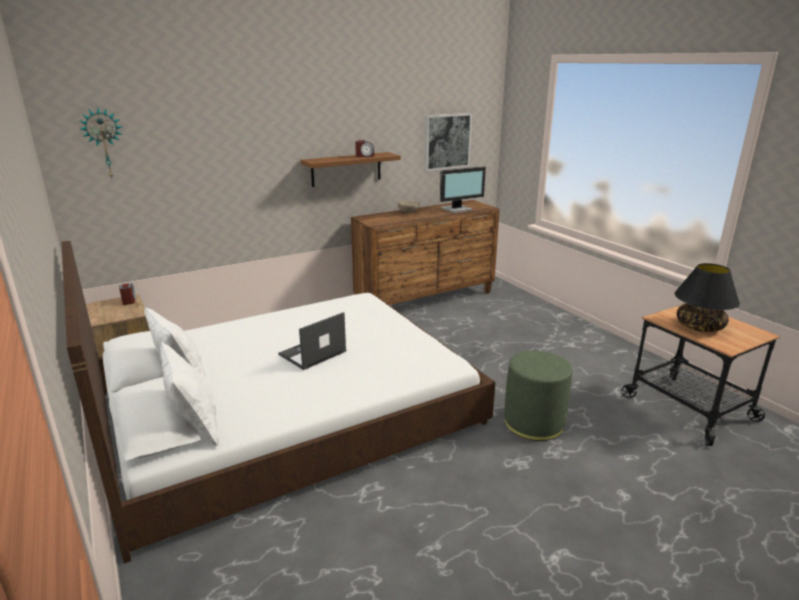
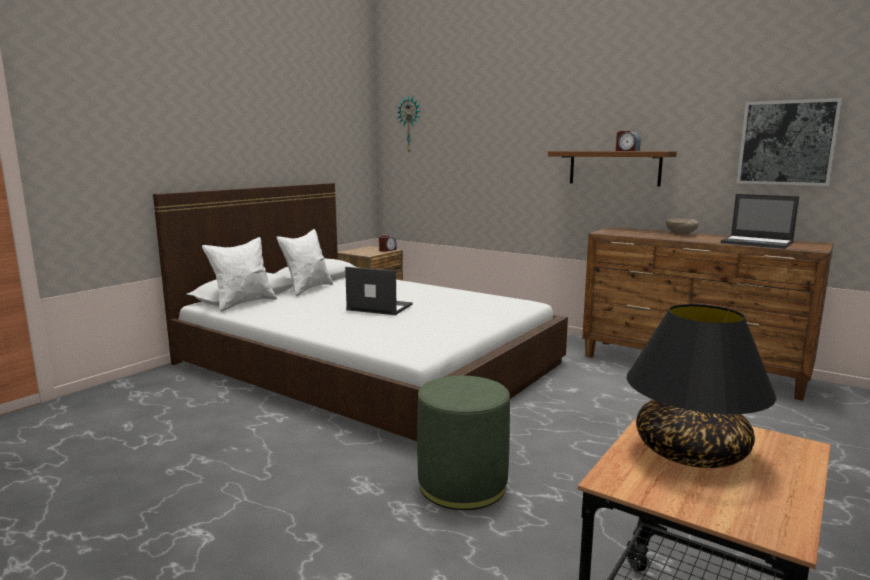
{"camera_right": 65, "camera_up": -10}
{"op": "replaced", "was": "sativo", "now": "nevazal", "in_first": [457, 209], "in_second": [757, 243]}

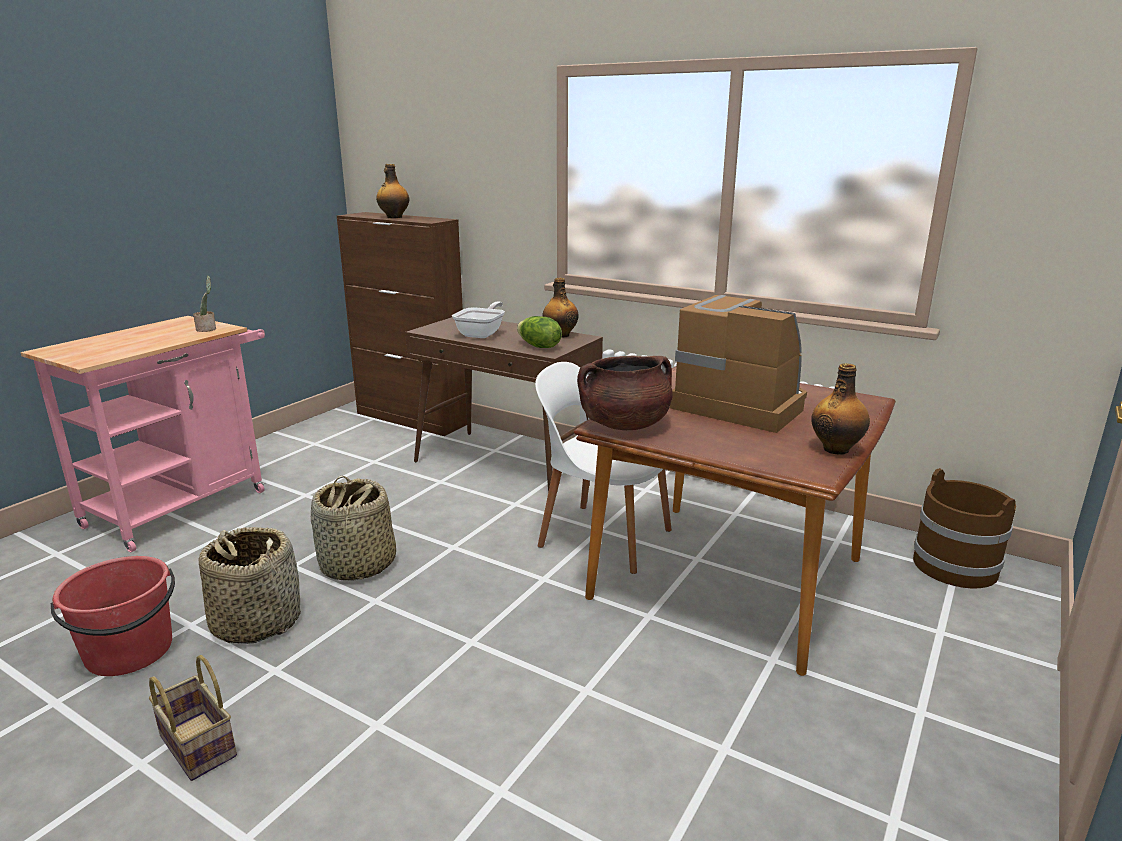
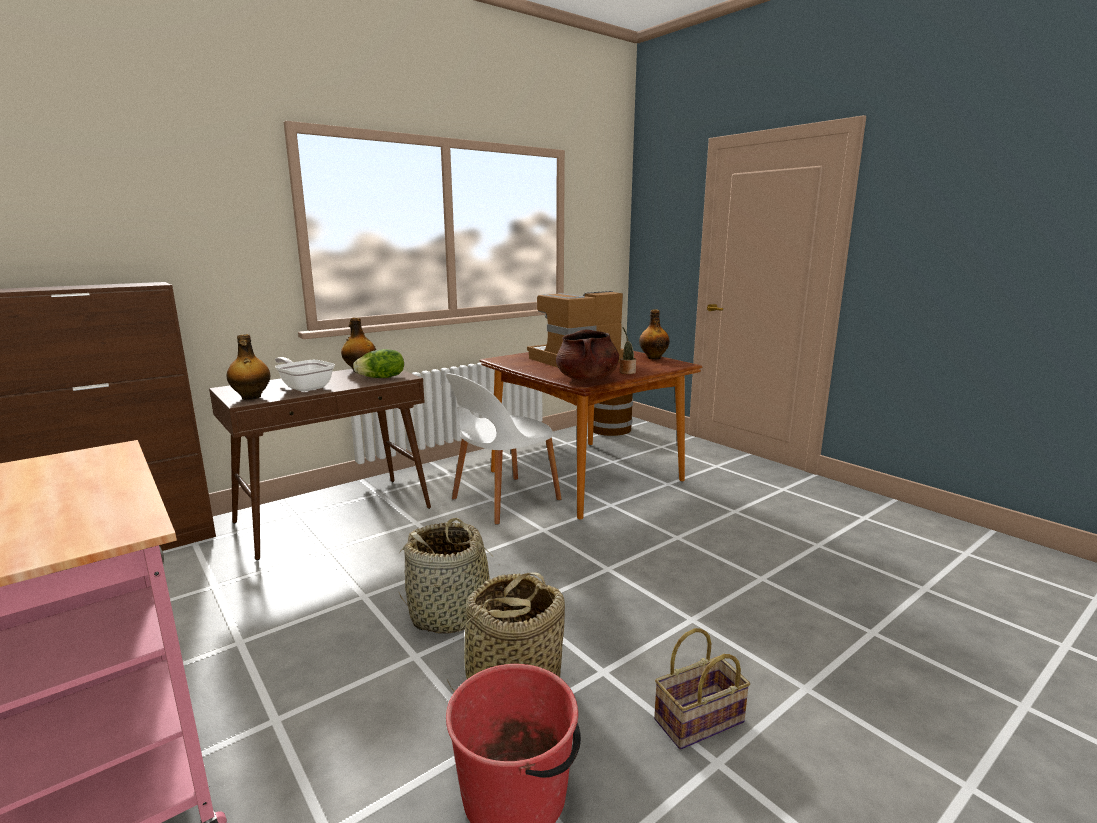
{"camera_right": -70, "camera_up": -5}
{"op": "moved", "was": "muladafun", "in_first": [207, 329], "in_second": [626, 372]}
{"op": "moved", "was": "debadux", "in_first": [394, 217], "in_second": [251, 397]}

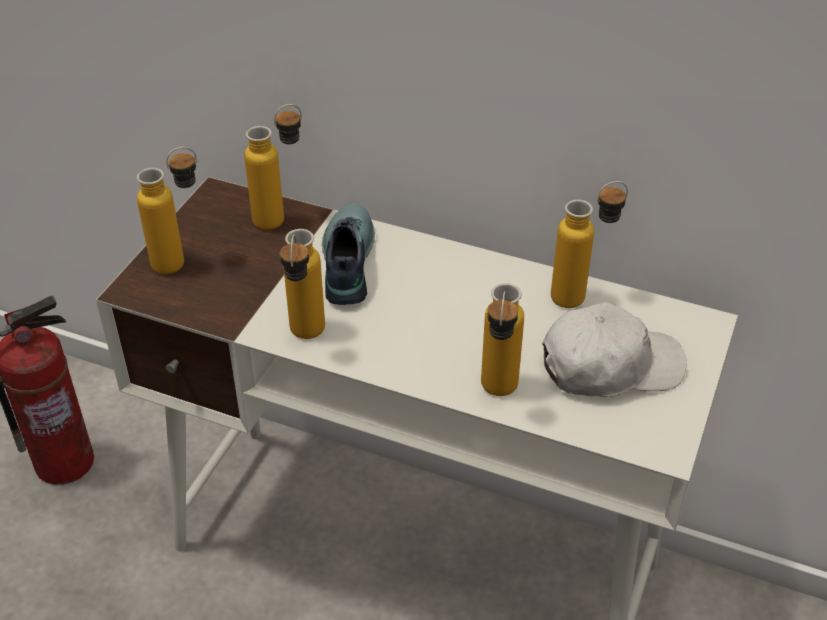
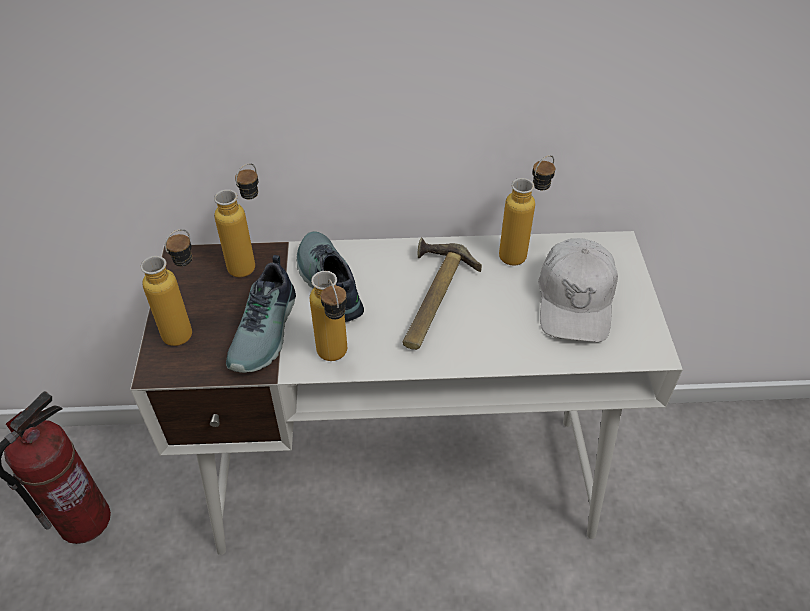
{"camera_right": -25, "camera_up": 5}
{"op": "removed", "was": "debadux", "in_first": [497, 396]}
{"op": "turned", "was": "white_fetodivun", "in_first": [610, 366], "in_second": [575, 300], "clockwise": 135}
{"op": "added", "now": "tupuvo", "in_second": [267, 330]}
{"op": "added", "now": "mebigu", "in_second": [429, 298]}

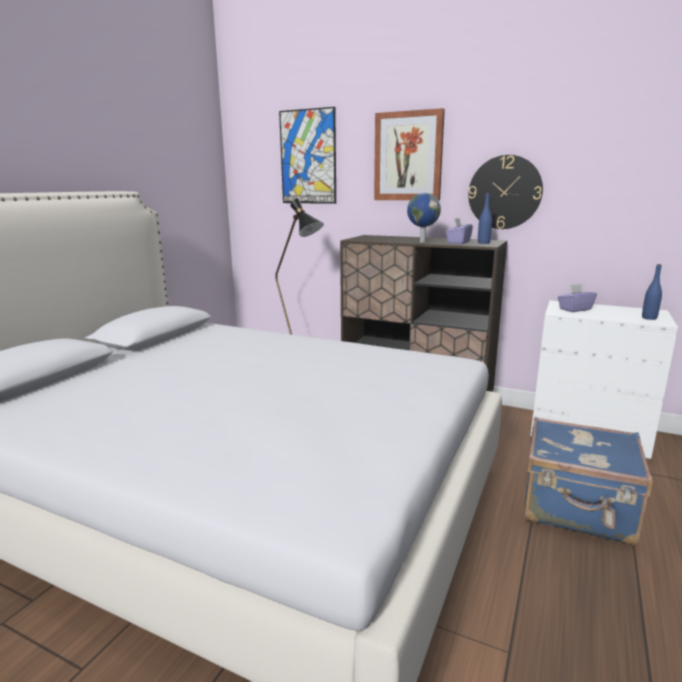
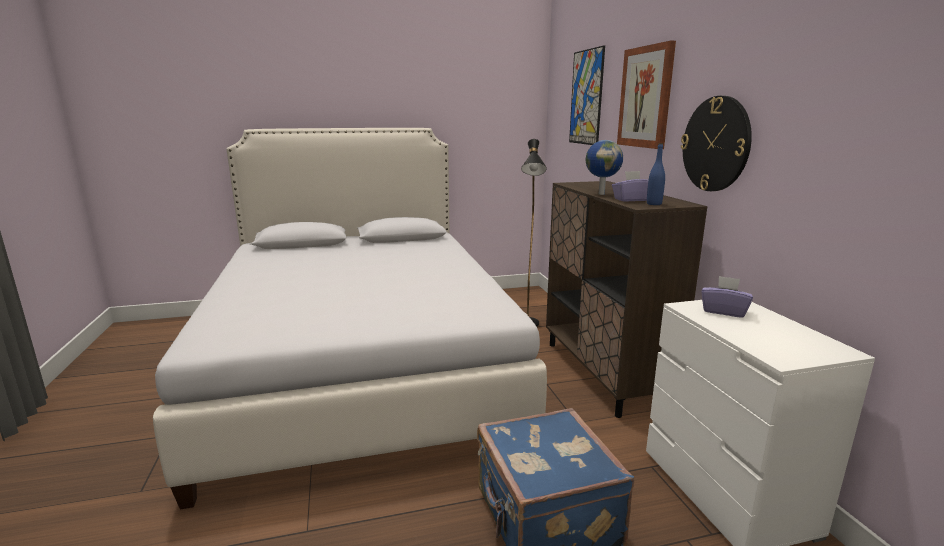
{"camera_right": 50, "camera_up": 0}
{"op": "removed", "was": "blue_debadux", "in_first": [649, 318]}

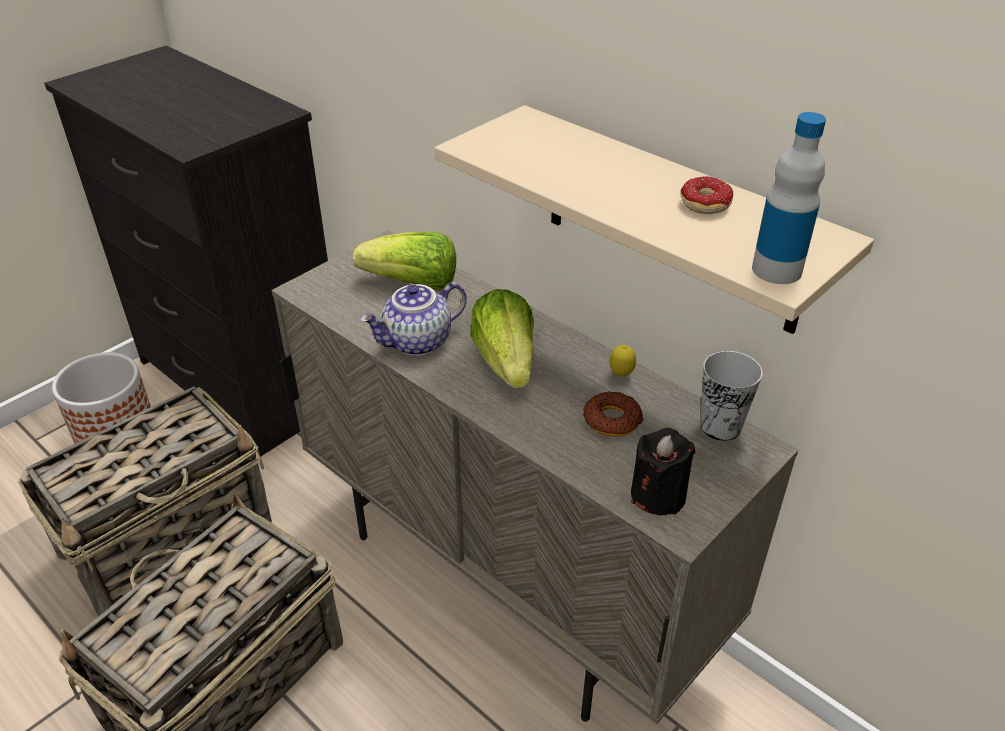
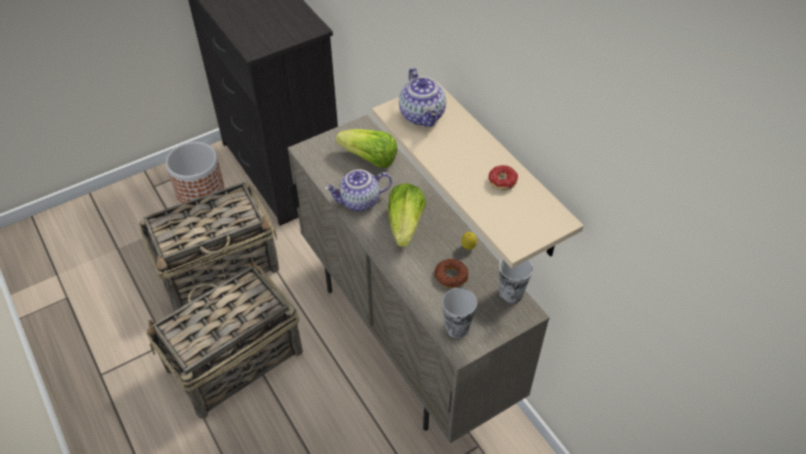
{"camera_right": 15, "camera_up": 10}
{"op": "replaced", "was": "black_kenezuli", "now": "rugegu", "in_first": [658, 495], "in_second": [457, 327]}
{"op": "removed", "was": "debadux", "in_first": [776, 270]}
{"op": "added", "now": "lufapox", "in_second": [423, 116]}

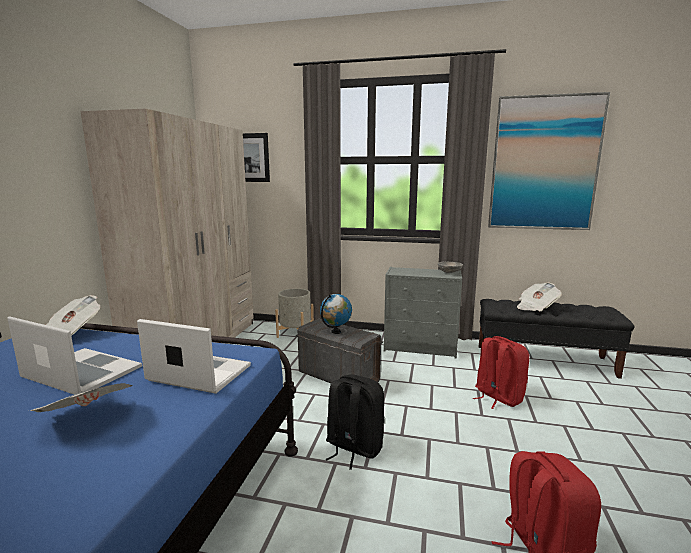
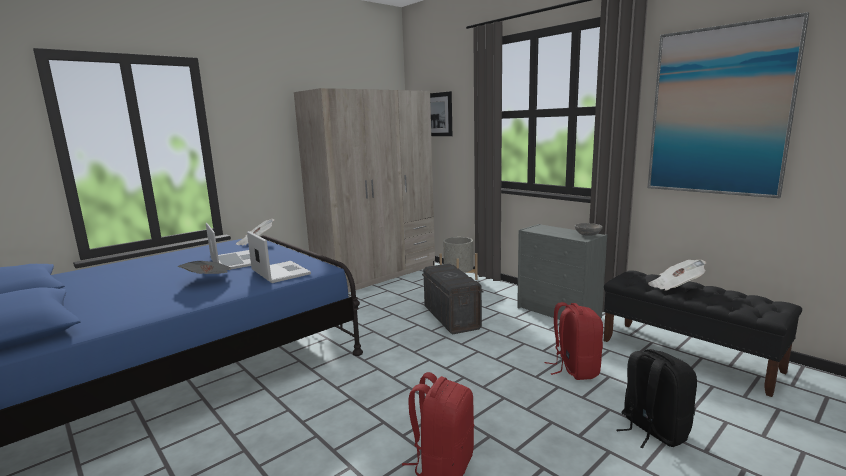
{"camera_right": 35, "camera_up": 0}
{"op": "removed", "was": "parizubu", "in_first": [336, 332]}
{"op": "moved", "was": "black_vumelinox", "in_first": [353, 447], "in_second": [652, 430]}

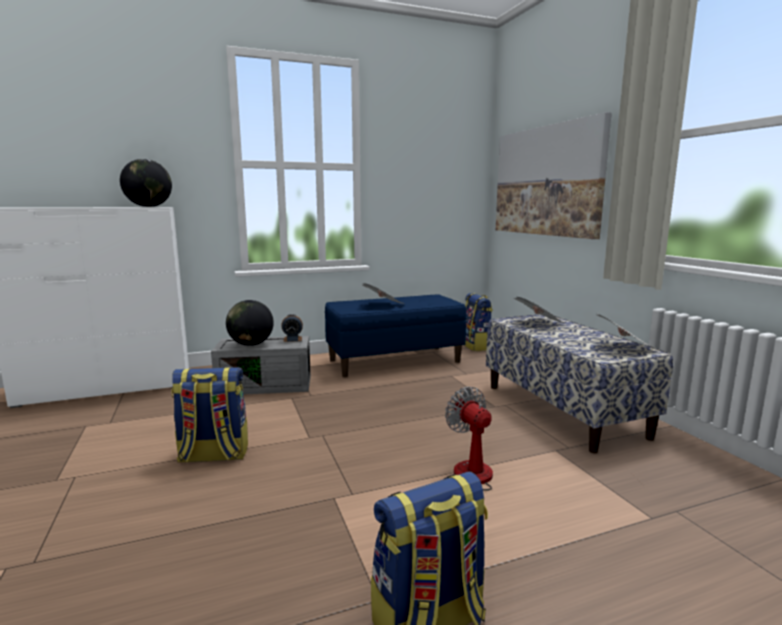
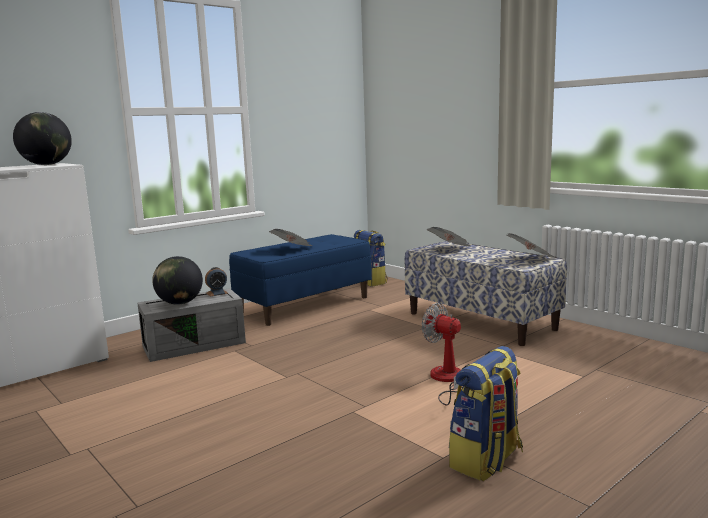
{"camera_right": -20, "camera_up": 0}
{"op": "removed", "was": "vumelinox", "in_first": [213, 455]}
{"op": "removed", "was": "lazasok", "in_first": [546, 181]}

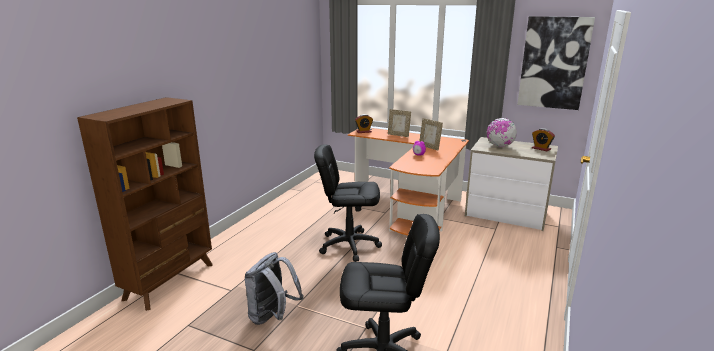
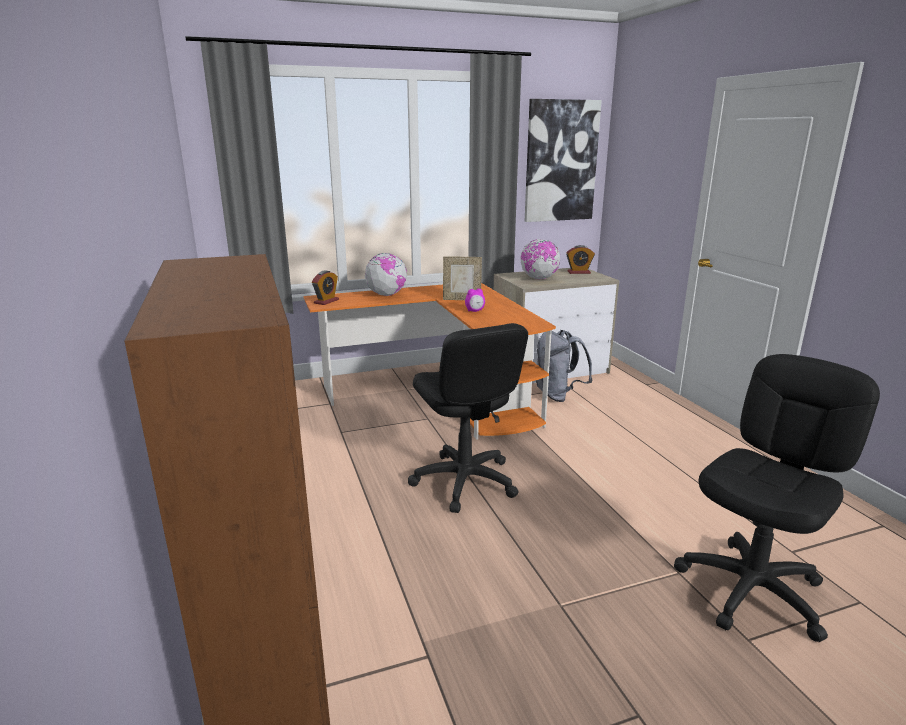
{"camera_right": -45, "camera_up": 0}
{"op": "moved", "was": "grey_vumelinox", "in_first": [272, 317], "in_second": [558, 395]}
{"op": "turned", "was": "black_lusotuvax", "in_first": [349, 245], "in_second": [464, 481], "clockwise": -75}
{"op": "replaced", "was": "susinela", "now": "parizubu", "in_first": [398, 135], "in_second": [386, 295]}

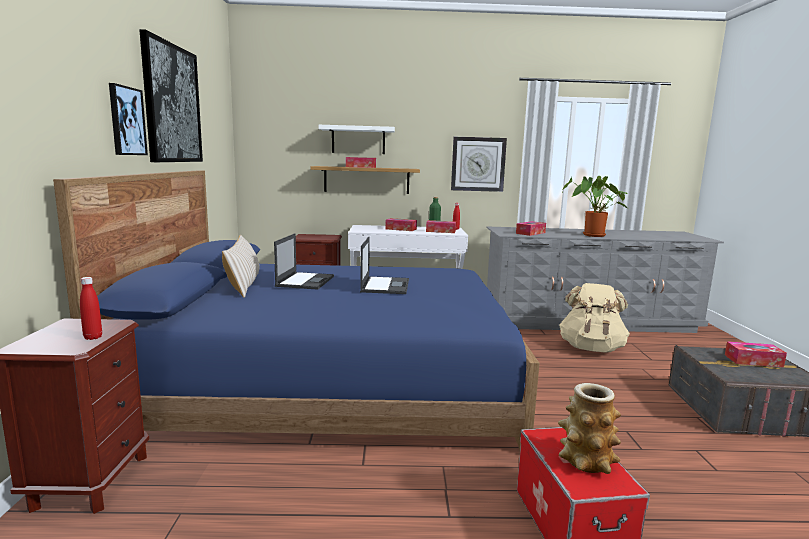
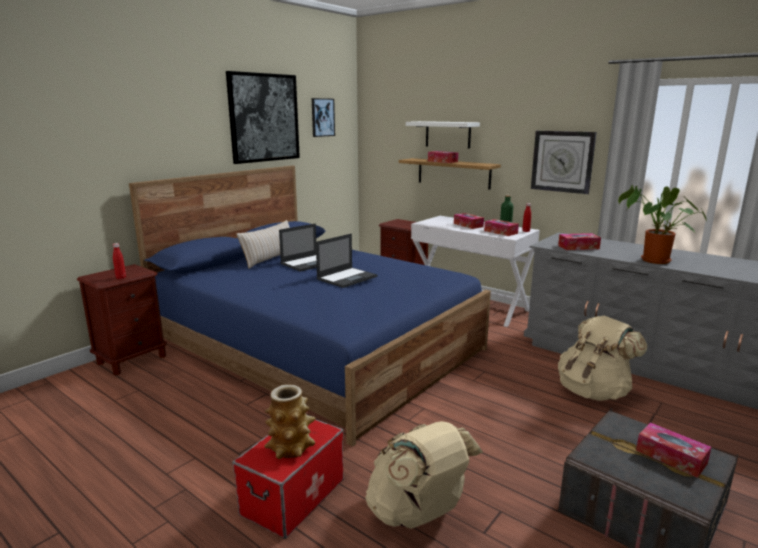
{"camera_right": 40, "camera_up": 5}
{"op": "moved", "was": "lazasok", "in_first": [126, 121], "in_second": [322, 117]}
{"op": "added", "now": "beige_vumelinox", "in_second": [418, 513]}

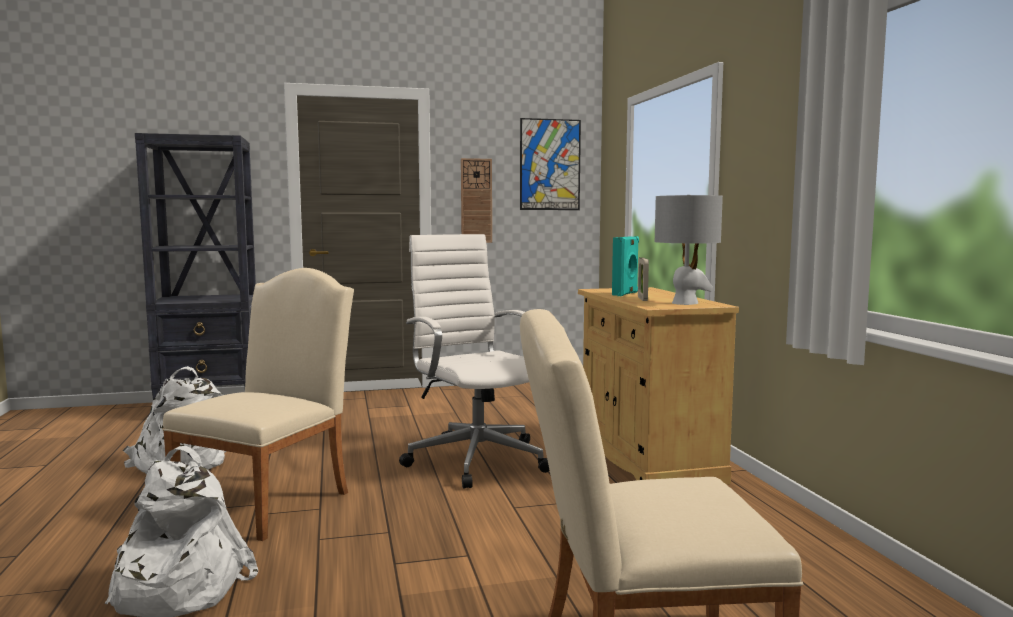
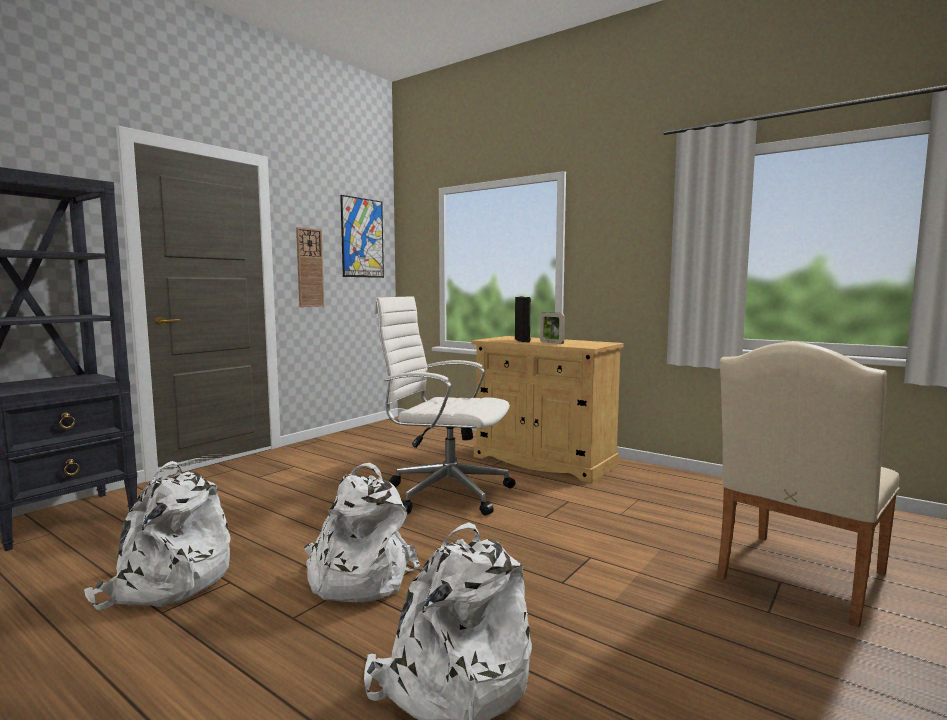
{"camera_right": -40, "camera_up": 0}
{"op": "replaced", "was": "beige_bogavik", "now": "white_vumelinox", "in_first": [272, 501], "in_second": [357, 578]}
{"op": "recoloured", "was": "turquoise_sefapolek", "now": "black_sefapolek", "in_first": [626, 294], "in_second": [523, 341]}
{"op": "removed", "was": "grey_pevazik", "in_first": [685, 303]}

